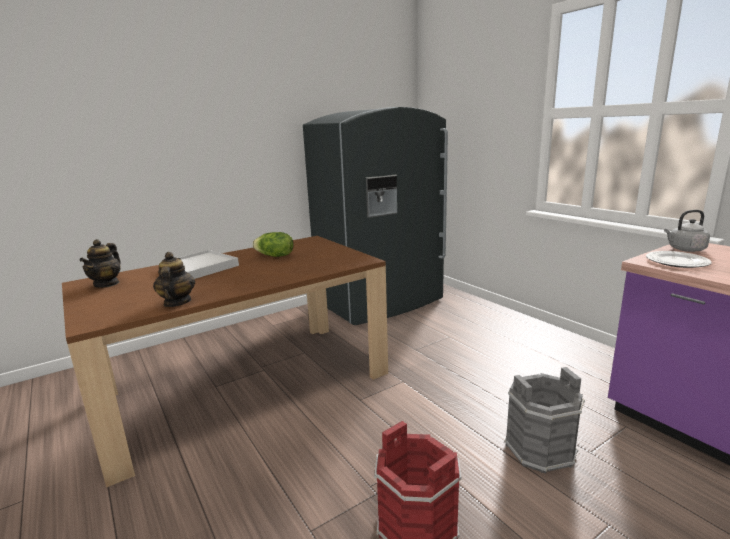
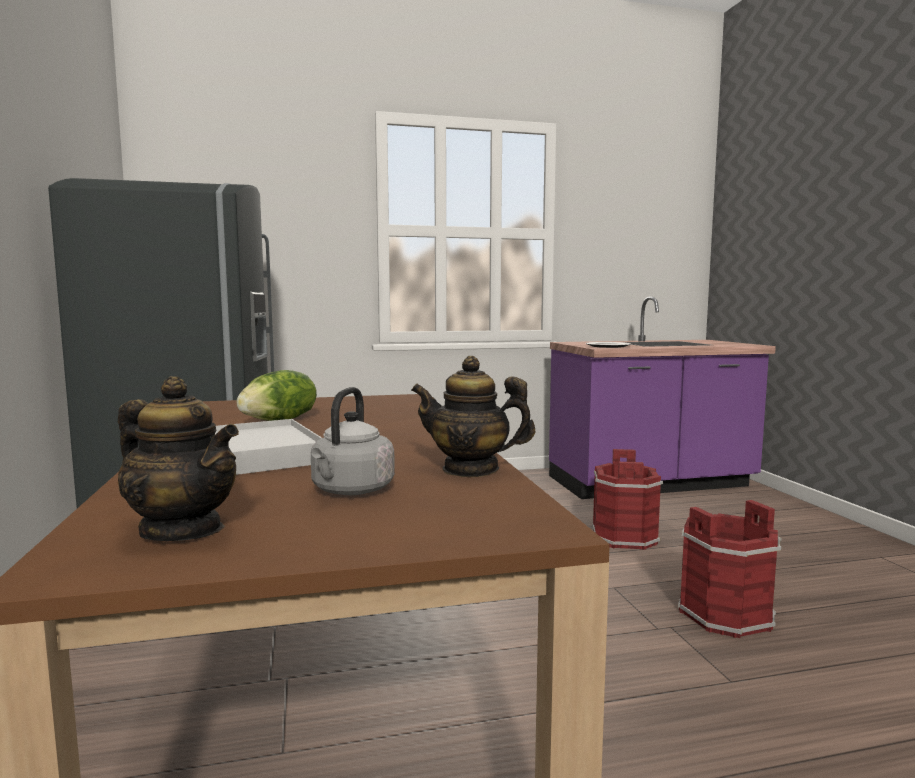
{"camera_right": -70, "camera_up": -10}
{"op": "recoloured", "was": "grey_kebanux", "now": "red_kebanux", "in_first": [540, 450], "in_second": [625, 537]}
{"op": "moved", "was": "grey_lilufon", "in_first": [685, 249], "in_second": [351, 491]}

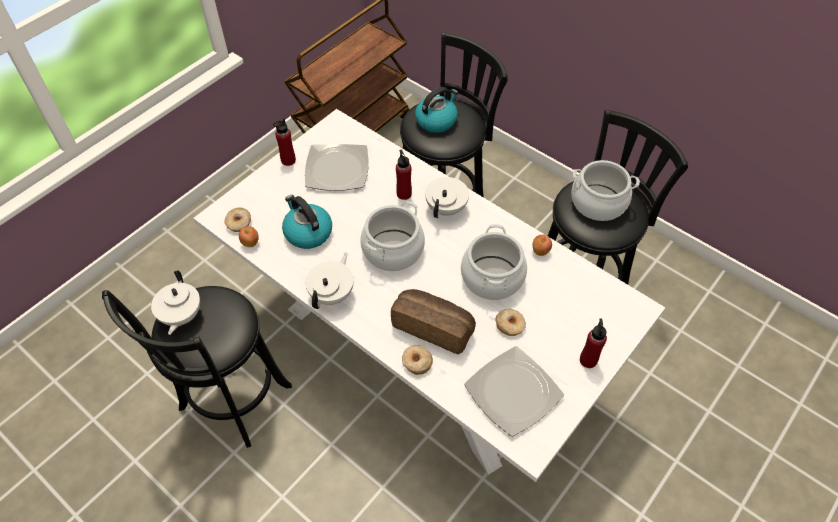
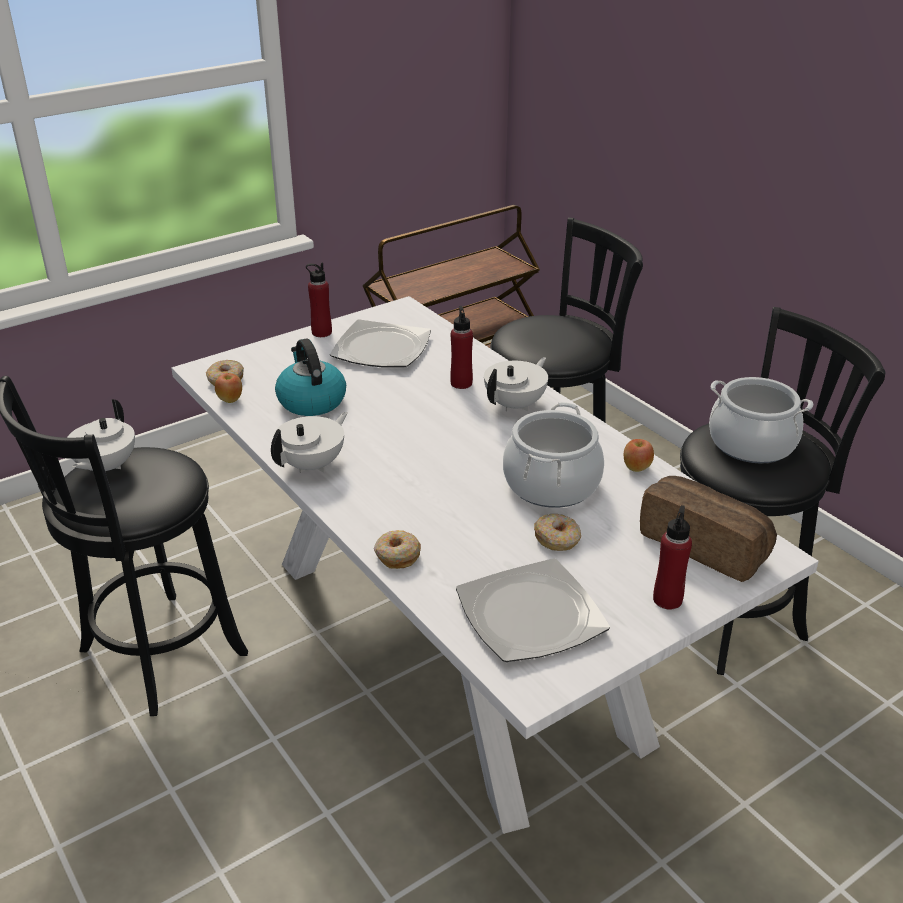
{"camera_right": 15, "camera_up": -20}
{"op": "removed", "was": "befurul", "in_first": [393, 250]}
{"op": "moved", "was": "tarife", "in_first": [434, 326], "in_second": [705, 545]}
{"op": "removed", "was": "lilufon", "in_first": [436, 120]}

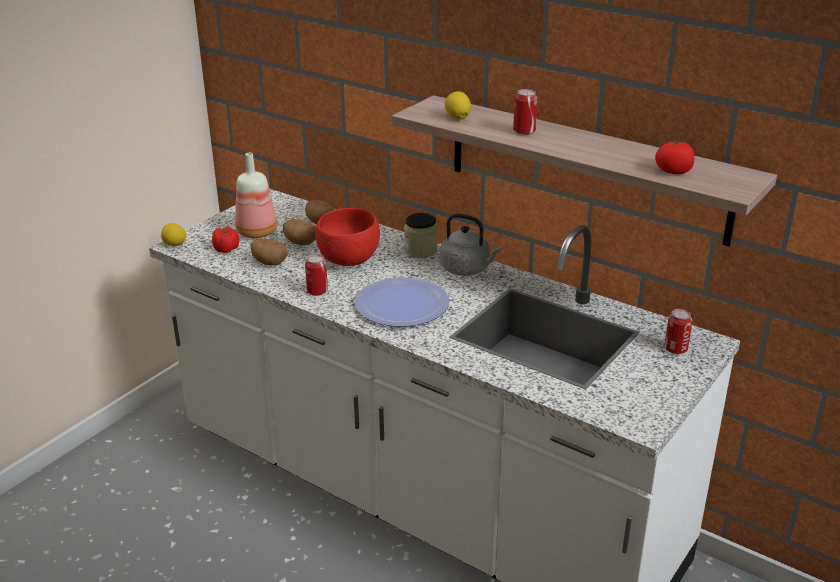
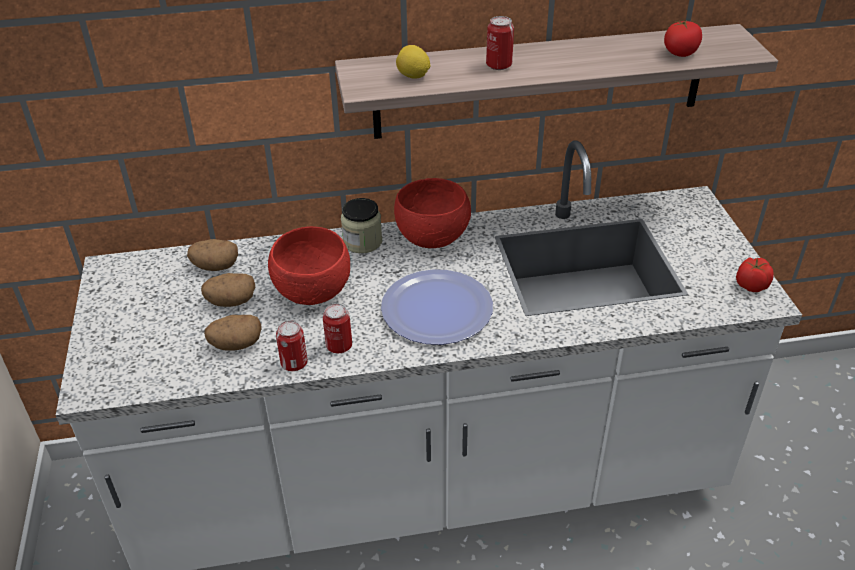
{"camera_right": -45, "camera_up": 10}
{"op": "removed", "was": "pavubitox", "in_first": [175, 245]}
{"op": "moved", "was": "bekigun", "in_first": [226, 249], "in_second": [750, 285]}
{"op": "removed", "was": "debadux", "in_first": [258, 232]}
{"op": "replaced", "was": "grey_lilufon", "now": "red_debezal", "in_first": [467, 269], "in_second": [433, 238]}
{"op": "moved", "was": "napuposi", "in_first": [675, 349], "in_second": [294, 363]}

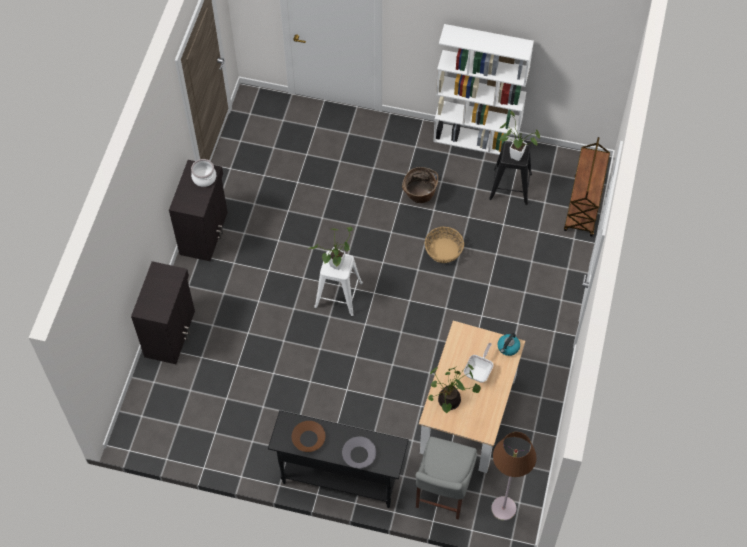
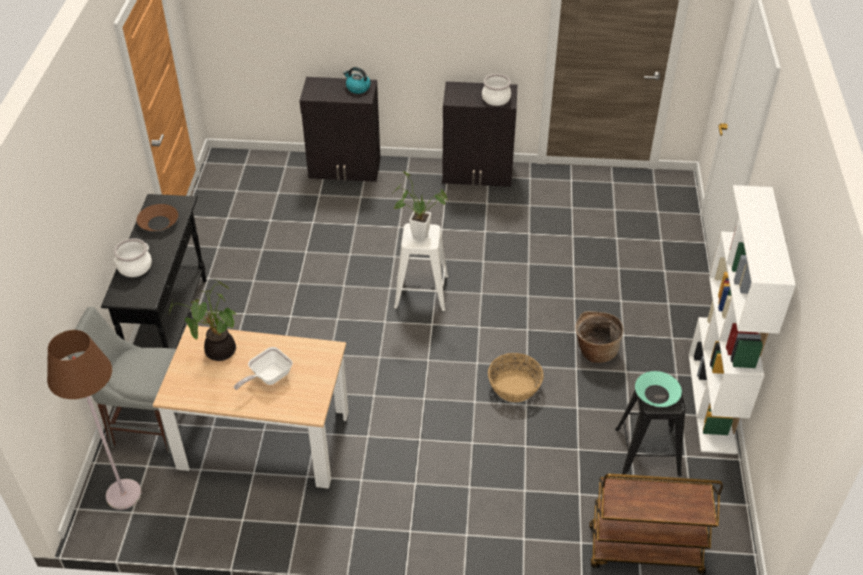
{"camera_right": 80, "camera_up": -15}
{"op": "replaced", "was": "grey_debezal", "now": "befurul", "in_first": [359, 454], "in_second": [135, 267]}
{"op": "turned", "was": "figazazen", "in_first": [479, 371], "in_second": [268, 377], "clockwise": 120}
{"op": "moved", "was": "lilufon", "in_first": [508, 347], "in_second": [357, 88]}
{"op": "replaced", "was": "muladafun", "now": "turquoise_debezal", "in_first": [514, 155], "in_second": [657, 394]}

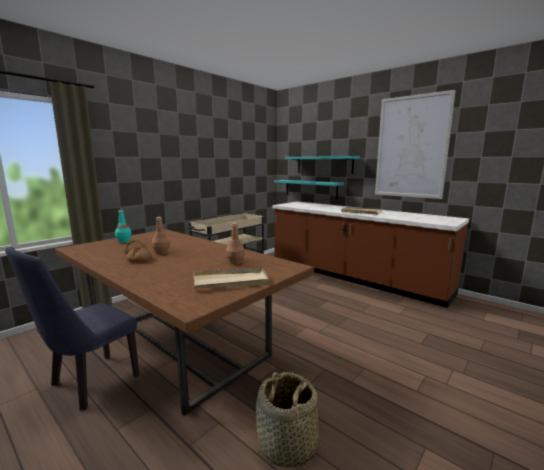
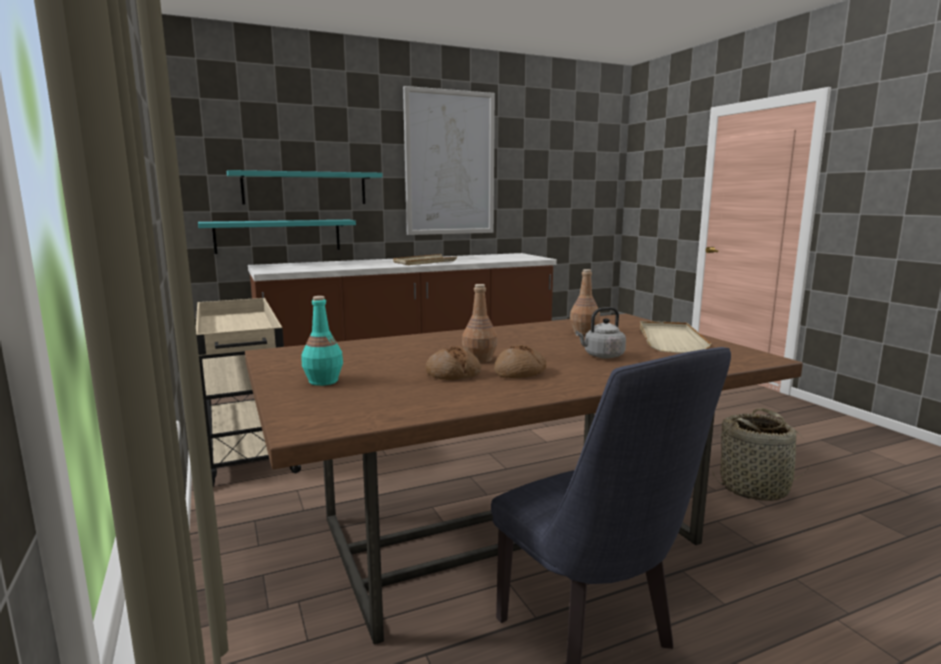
{"camera_right": -65, "camera_up": 0}
{"op": "added", "now": "grey_lilufon", "in_second": [602, 356]}

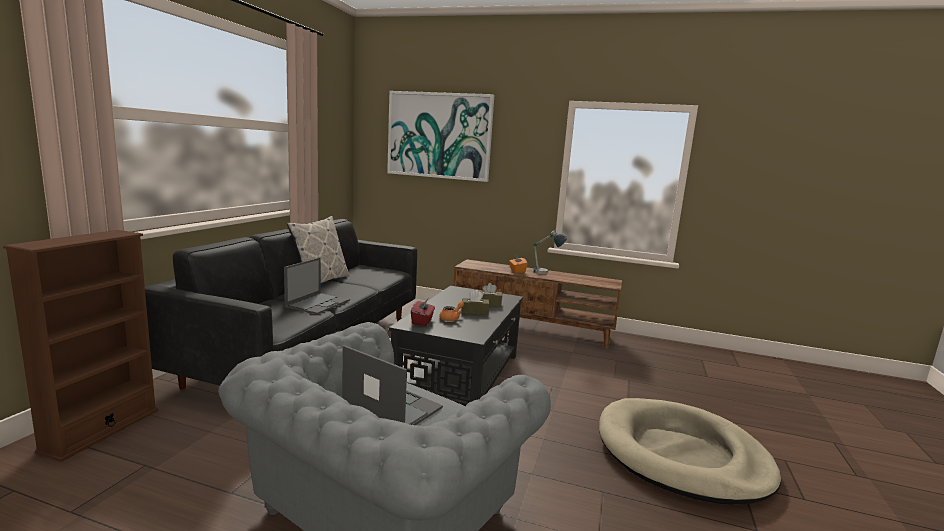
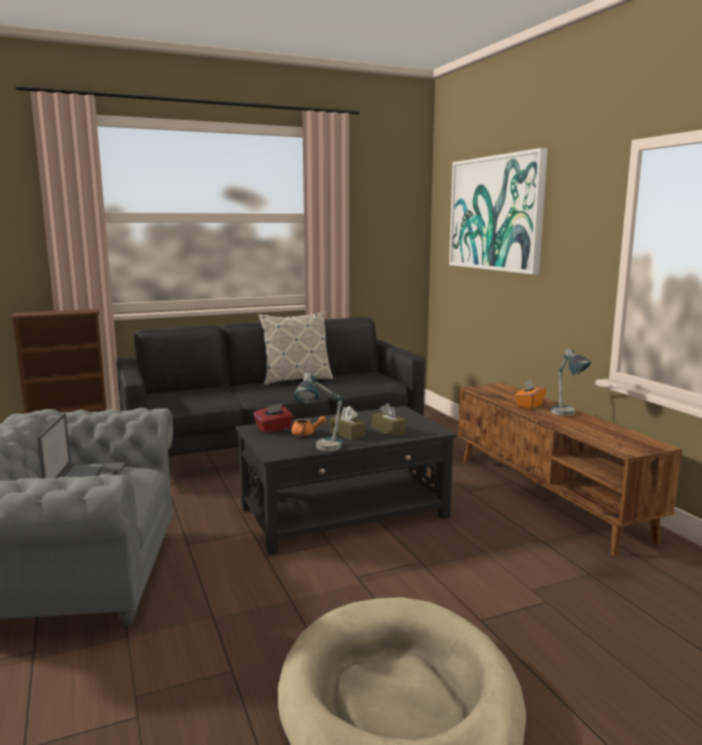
{"camera_right": 50, "camera_up": 0}
{"op": "removed", "was": "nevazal", "in_first": [318, 303]}
{"op": "added", "now": "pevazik", "in_second": [321, 449]}

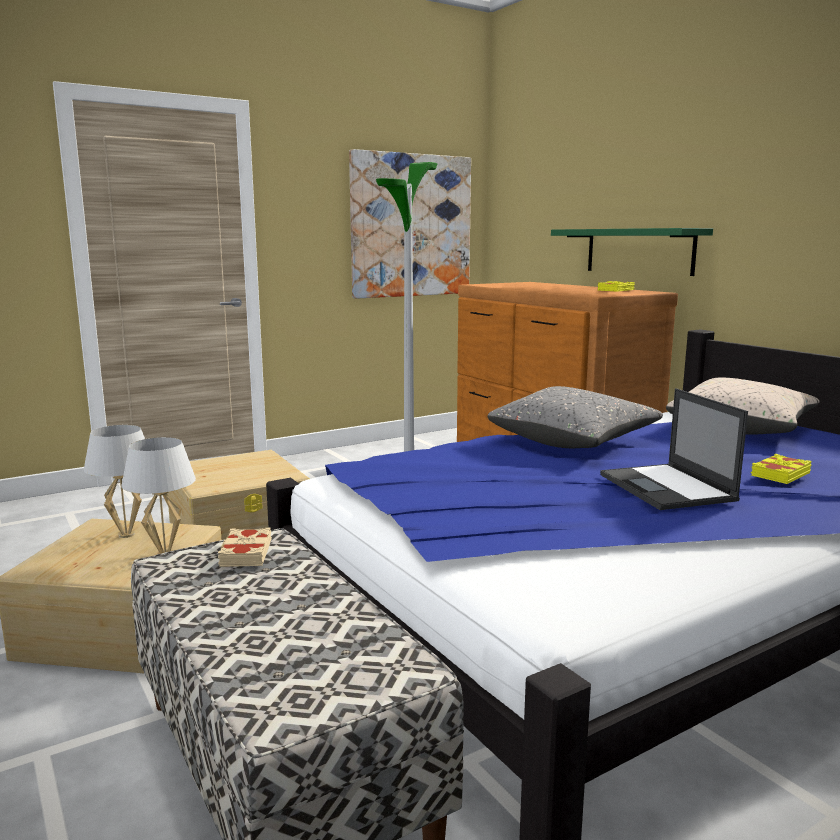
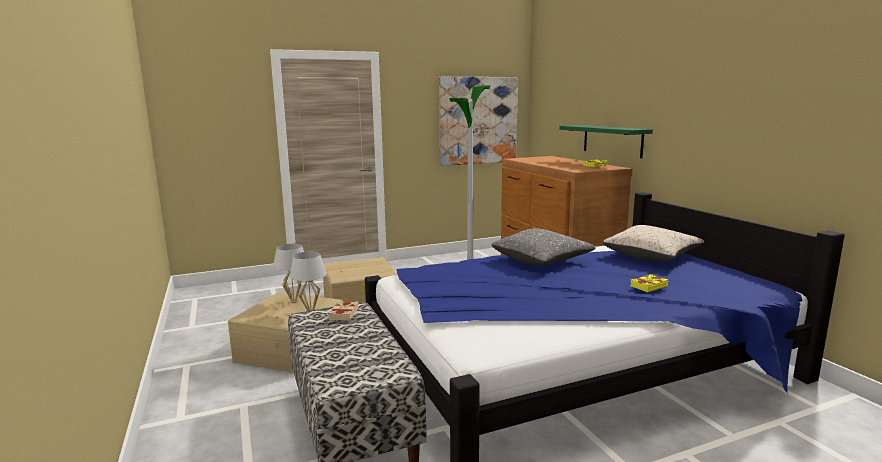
{"camera_right": 10, "camera_up": 0}
{"op": "removed", "was": "nevazal", "in_first": [667, 488]}

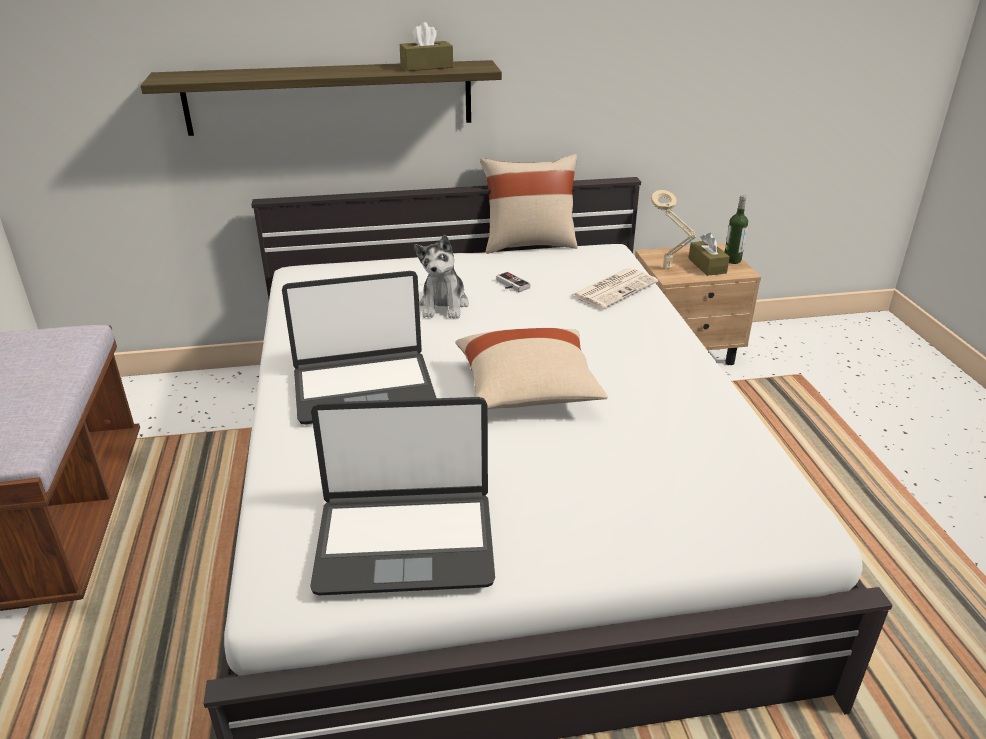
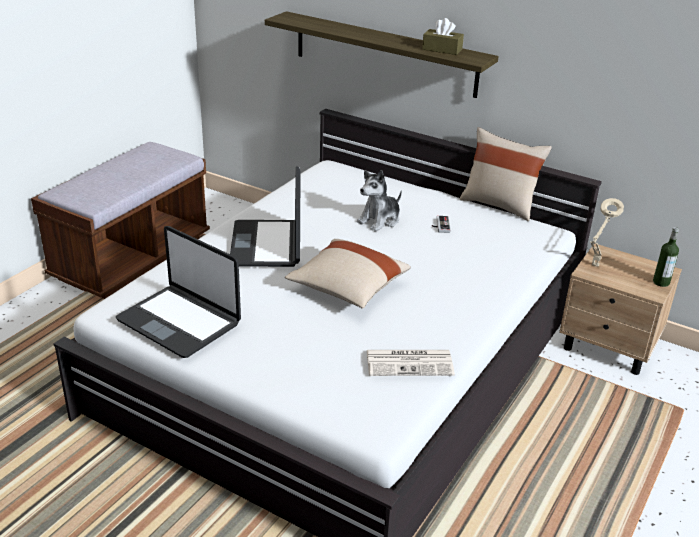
{"camera_right": 40, "camera_up": 0}
{"op": "turned", "was": "nevazal", "in_first": [363, 388], "in_second": [267, 245], "clockwise": 60}
{"op": "moved", "was": "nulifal", "in_first": [614, 289], "in_second": [410, 363]}
{"op": "removed", "was": "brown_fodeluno", "in_first": [707, 266]}

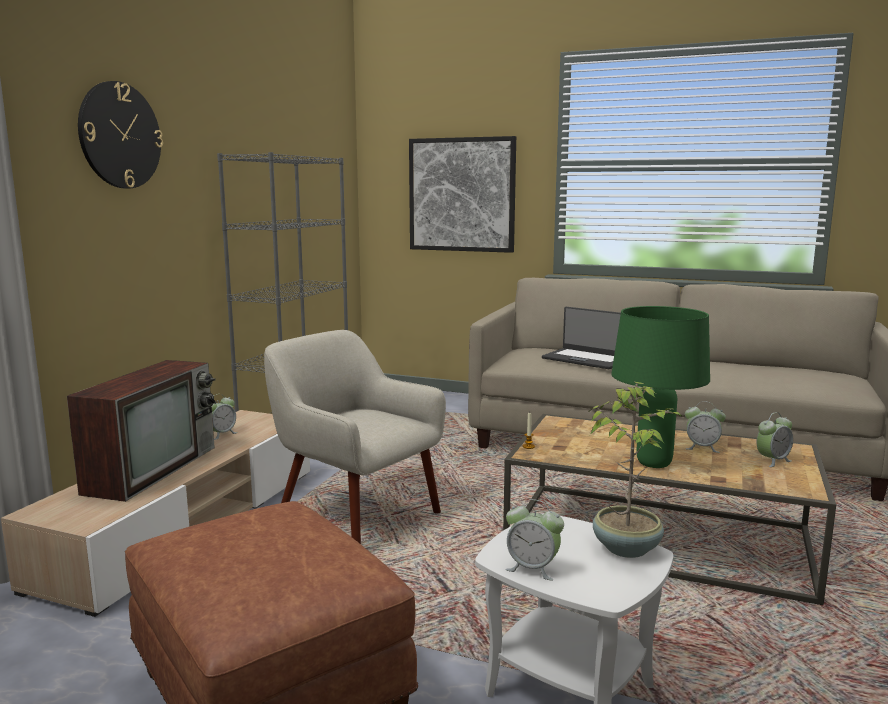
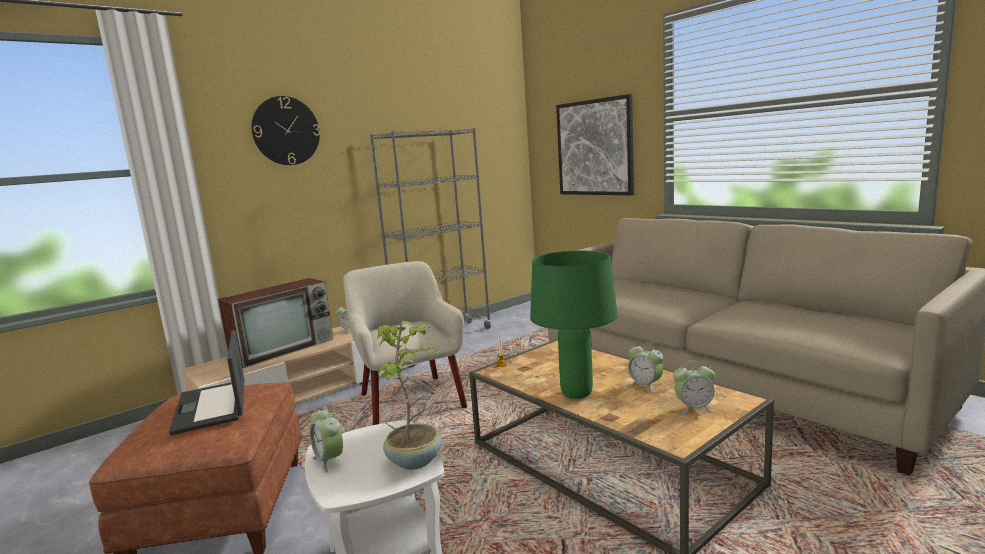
{"camera_right": 30, "camera_up": 0}
{"op": "moved", "was": "nevazal", "in_first": [586, 359], "in_second": [213, 406]}

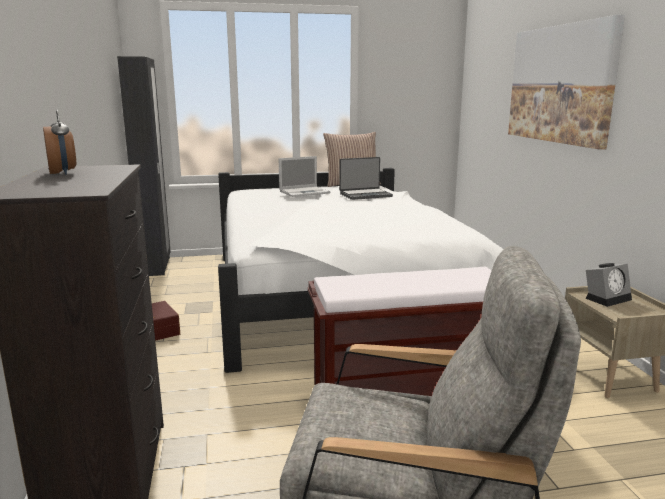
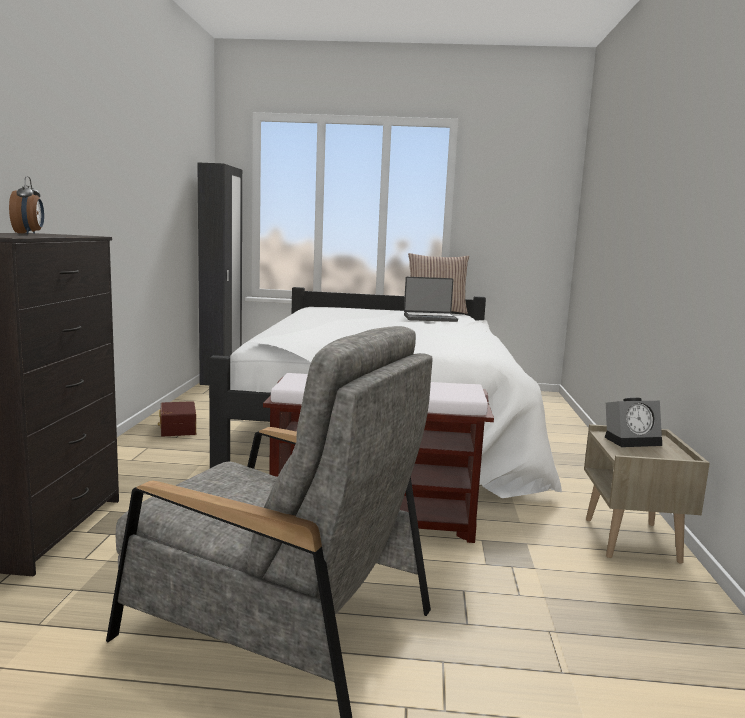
{"camera_right": 15, "camera_up": -5}
{"op": "removed", "was": "nevazal", "in_first": [305, 192]}
{"op": "removed", "was": "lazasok", "in_first": [560, 84]}

